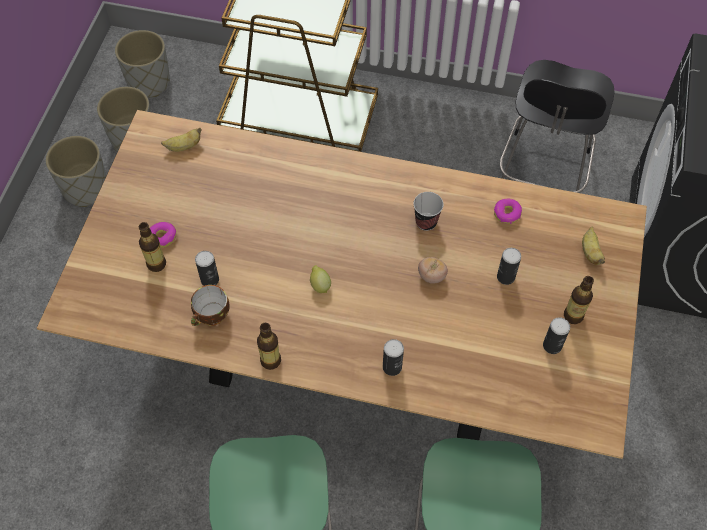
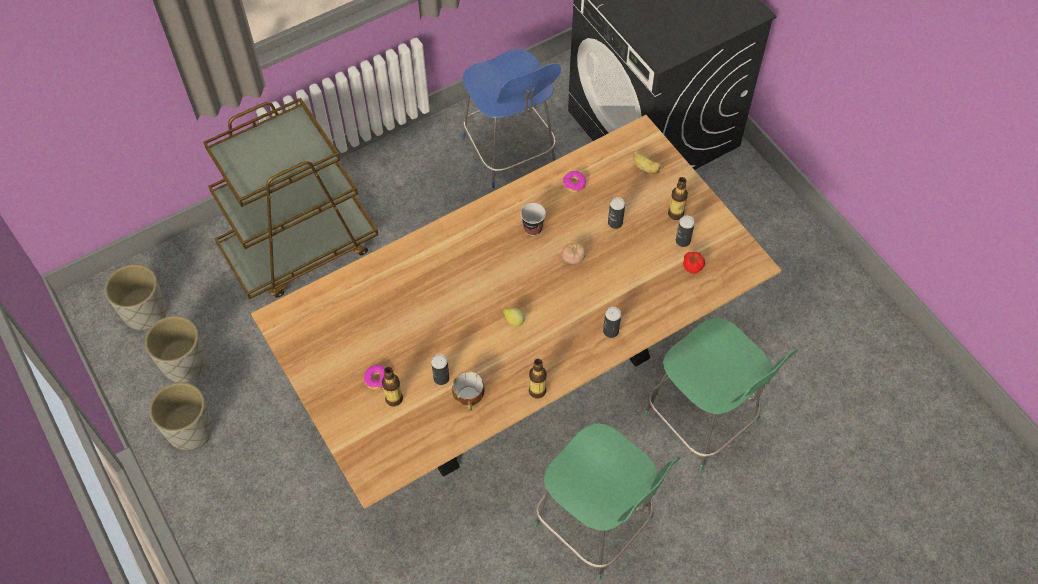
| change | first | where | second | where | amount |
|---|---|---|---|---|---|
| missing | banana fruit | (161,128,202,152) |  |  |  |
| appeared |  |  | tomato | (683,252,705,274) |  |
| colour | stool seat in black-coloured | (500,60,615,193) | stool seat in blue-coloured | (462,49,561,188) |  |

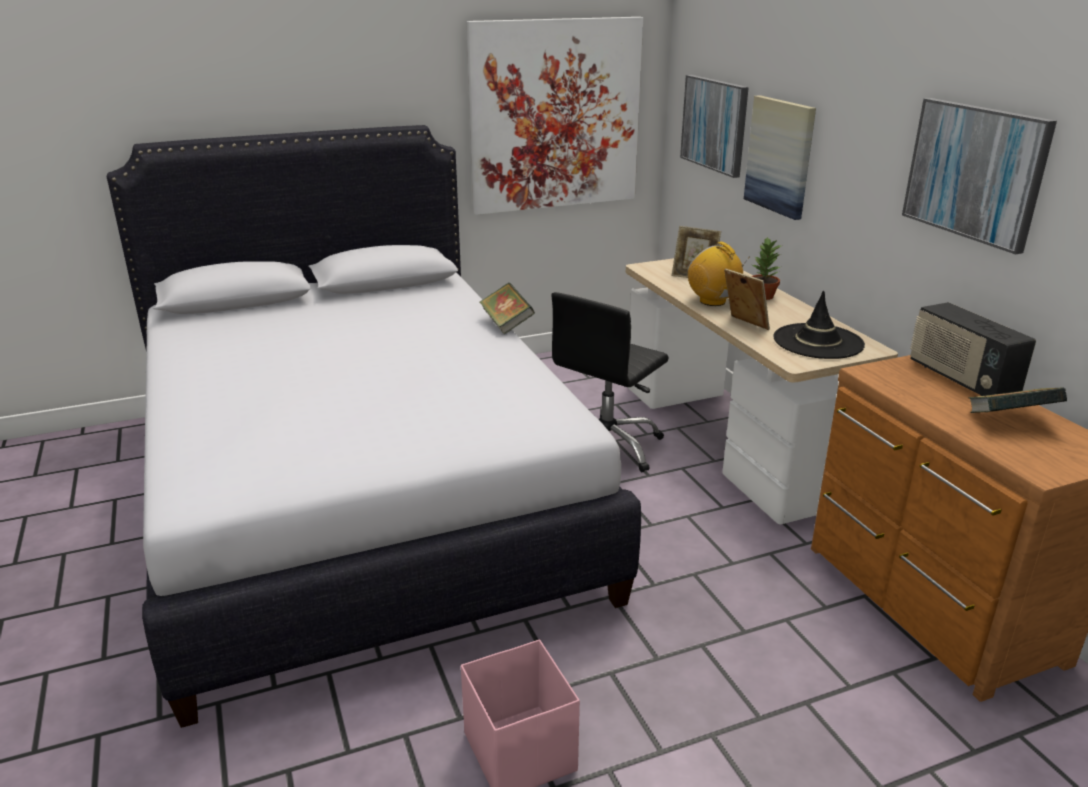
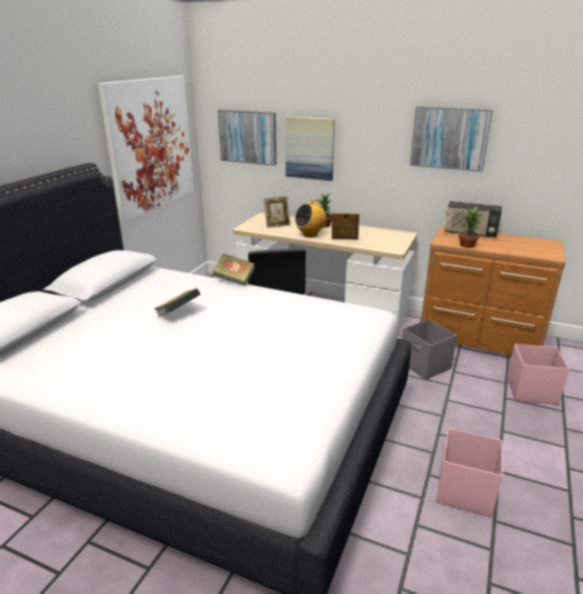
| change | first | where | second | where | amount |
|---|---|---|---|---|---|
| missing | hat in black-coloured | (773,290,865,359) |  |  |  |
| appeared |  |  | storage box in grey | (402,319,457,379) |  |
| appeared |  |  | potted plant | (459,207,481,248) |  |
| appeared |  |  | storage box in pink | (507,344,569,405) |  |
| relocated | bound book | (968,388,1067,413) |  | (154,289,200,316) |  |
| spun | radio set | (687,241,750,306) |  | (295,199,326,237) | 45 degrees counterclockwise |

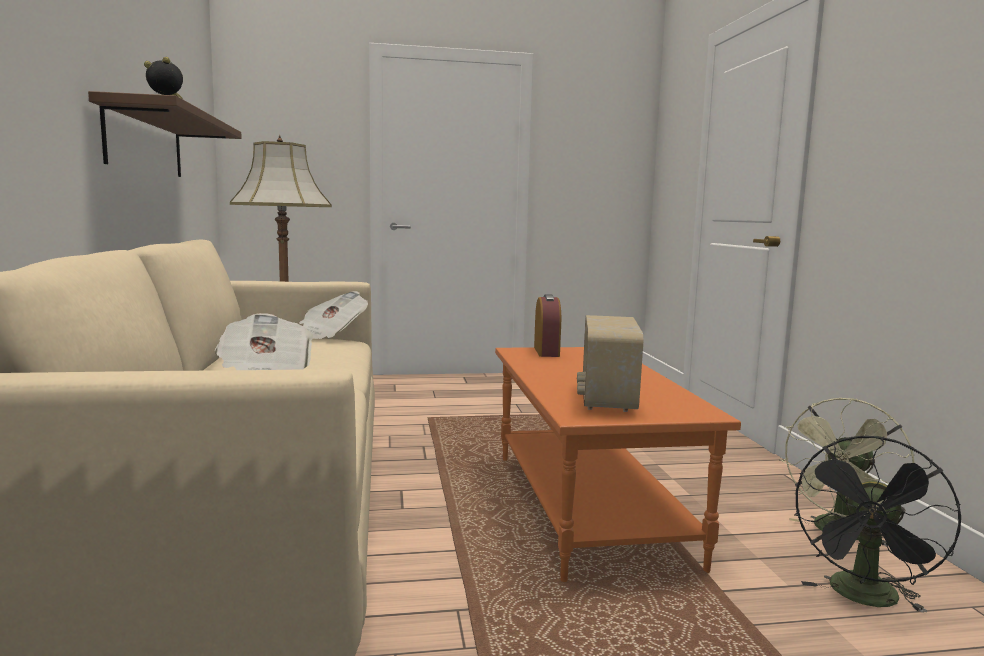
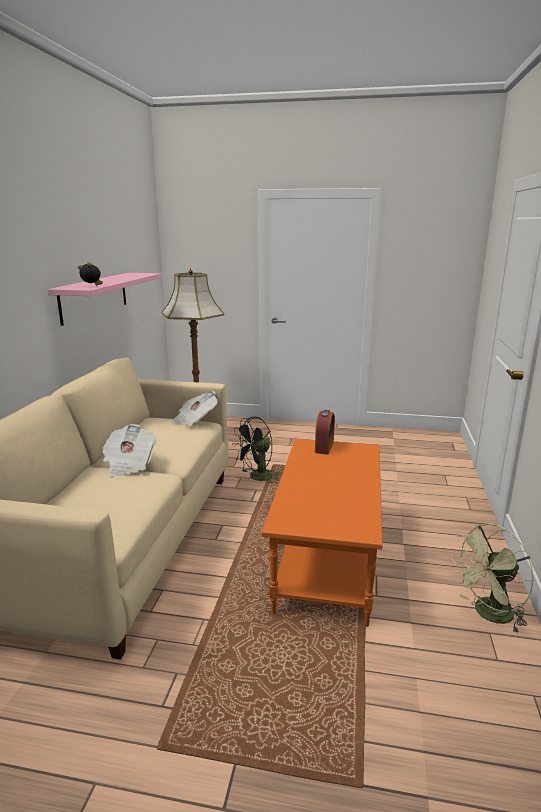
| change | first | where | second | where | amount |
|---|---|---|---|---|---|
| missing | radio set | (577,315,643,412) |  |  |  |
| relocated | electric fan in black-coloured | (794,436,961,613) |  | (232,417,281,483) |  |
| colour | bracket shelf in brown | (88,91,242,177) | bracket shelf in pink | (47,273,161,326) |  |

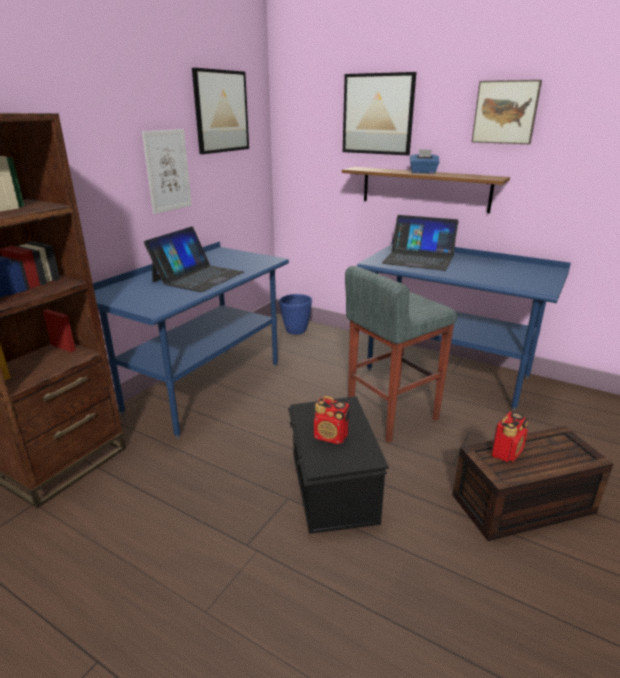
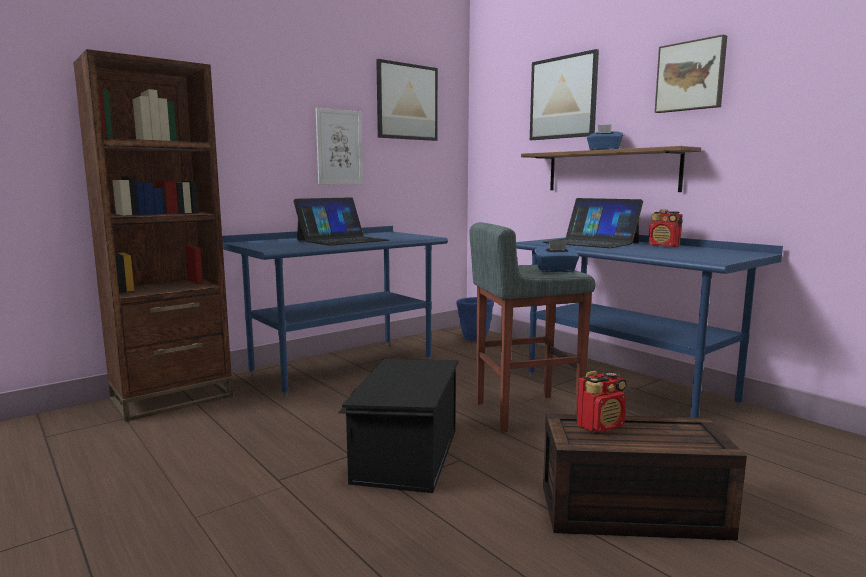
| change | first | where | second | where | amount |
|---|---|---|---|---|---|
| appeared |  |  | box of tissues in blue-coloured | (535,240,579,272) |  |
| relocated | radio set | (314,396,350,444) |  | (649,209,683,247) |  |

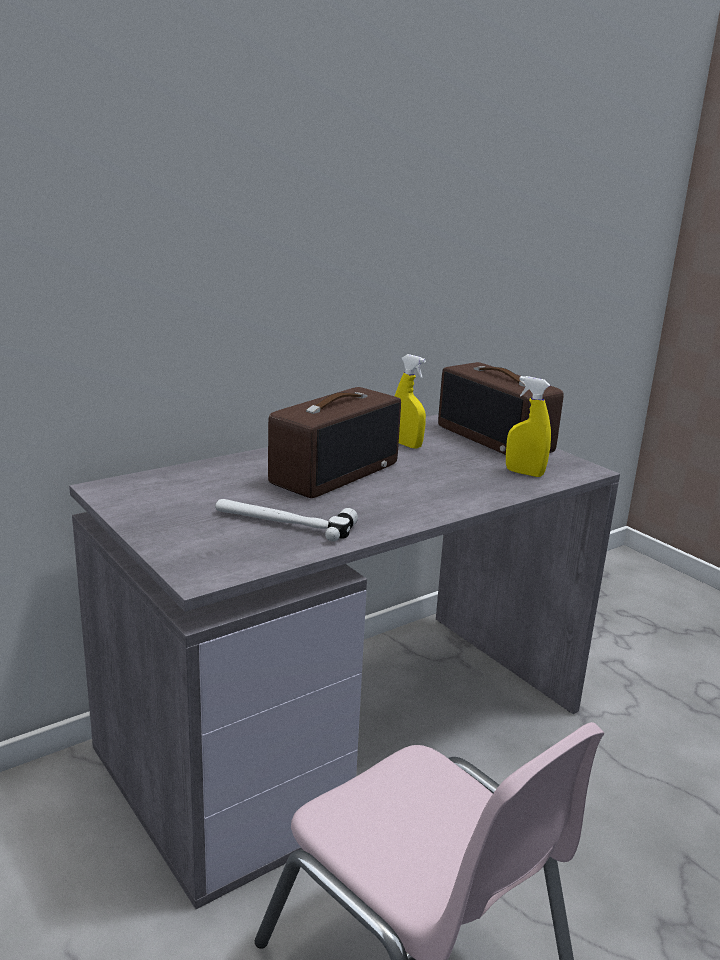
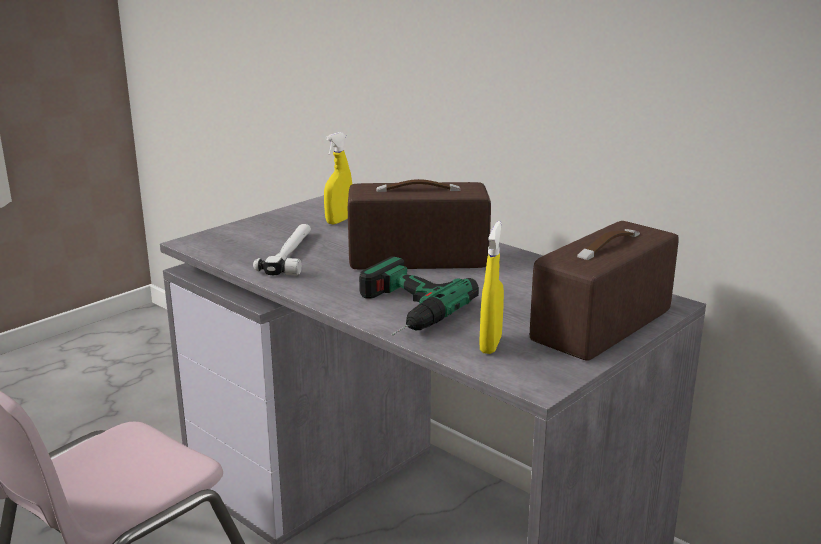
| change | first | where | second | where | amount |
|---|---|---|---|---|---|
| appeared |  |  | drill | (359,256,479,335) |  |
| relocated | sprayer in yellowish | (395,354,426,449) |  | (324,132,352,224) |  |
| spun | radio set | (268,387,401,498) |  | (348,179,491,270) | 150 degrees clockwise |

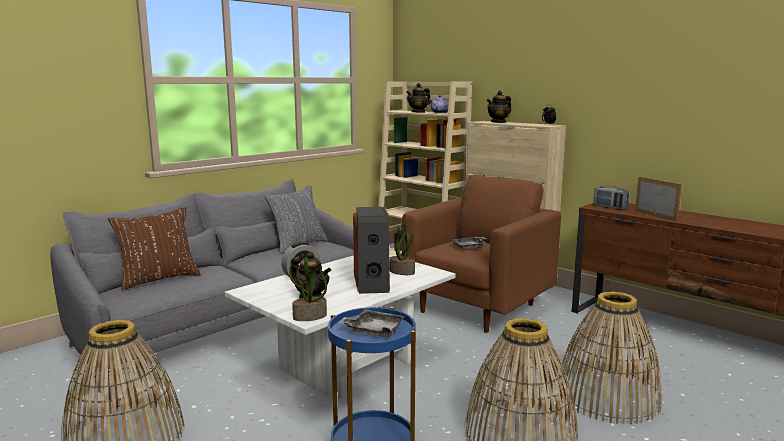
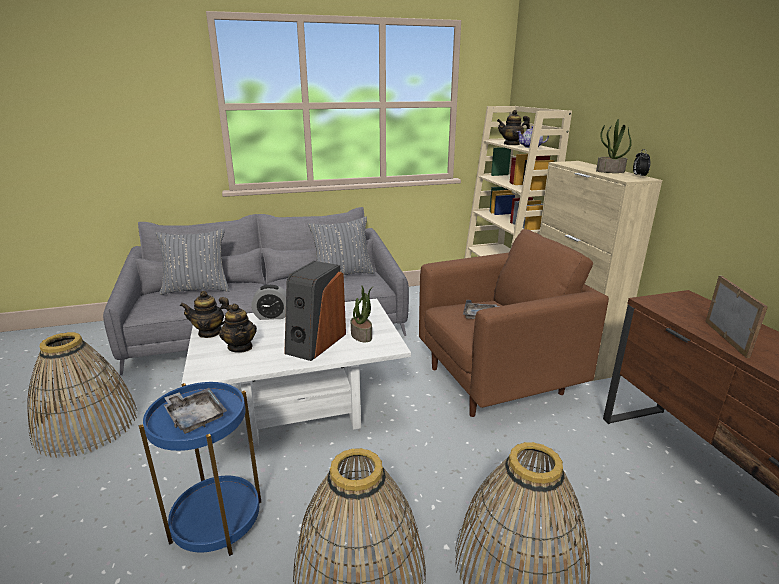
| change | first | where | second | where | amount |
|---|---|---|---|---|---|
| missing | radio set | (593,186,629,210) |  |  |  |
| relocated | potted plant | (289,257,327,321) |  | (596,119,632,173) |  |
| relocated | tea pot | (487,90,511,123) |  | (180,291,229,338) |  |
| colour | throw pillow in brown | (108,207,201,291) | throw pillow in grey | (155,229,229,295) |  |

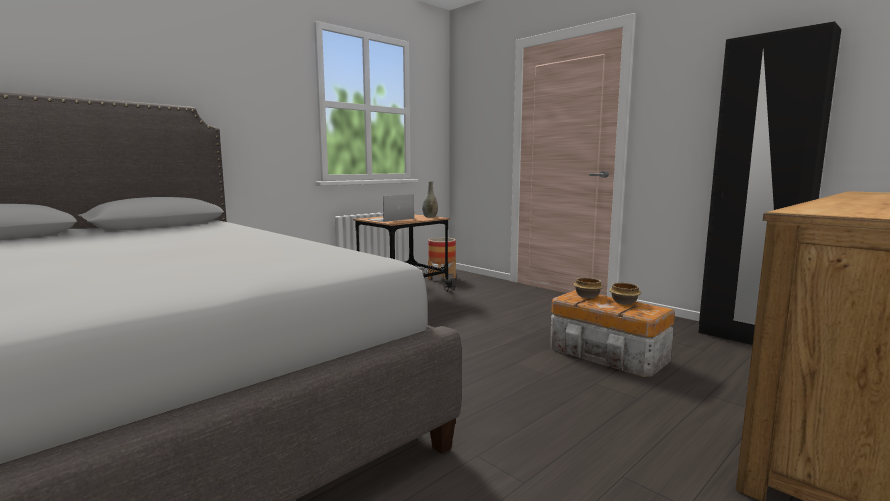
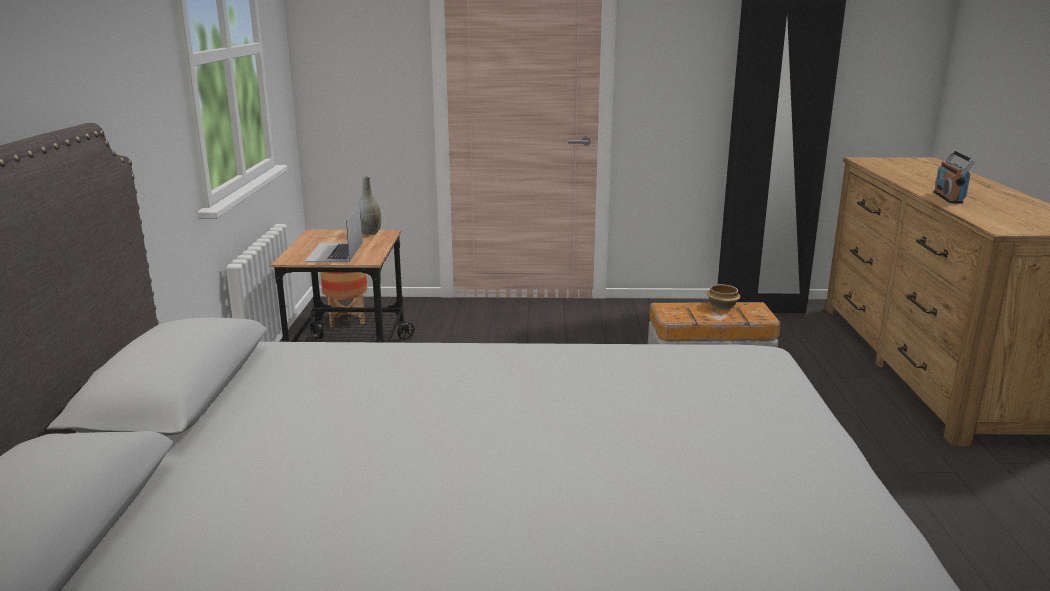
| change | first | where | second | where | amount |
|---|---|---|---|---|---|
| missing | serving bowl | (573,278,603,298) |  |  |  |
| appeared |  |  | radio set | (934,150,975,204) |  |

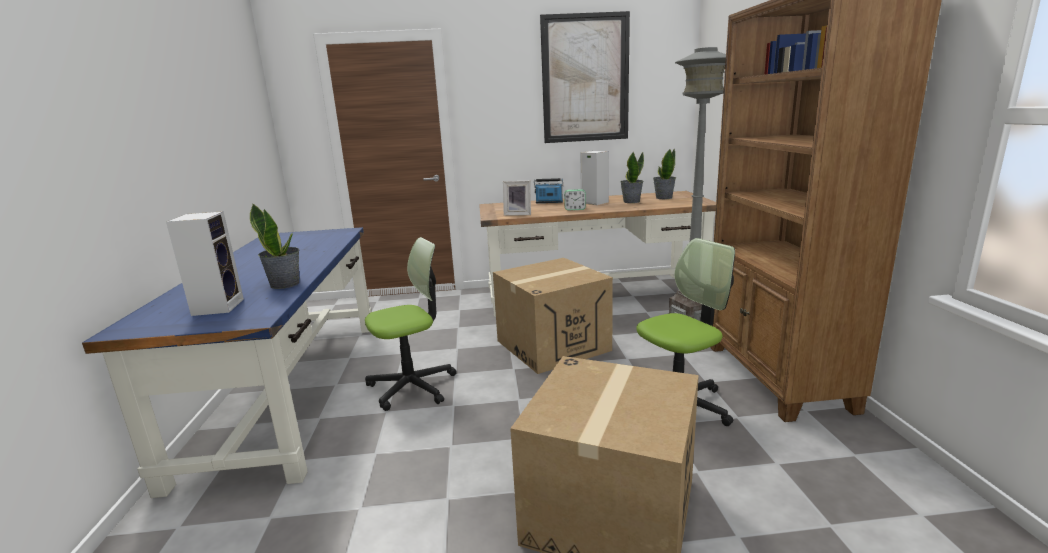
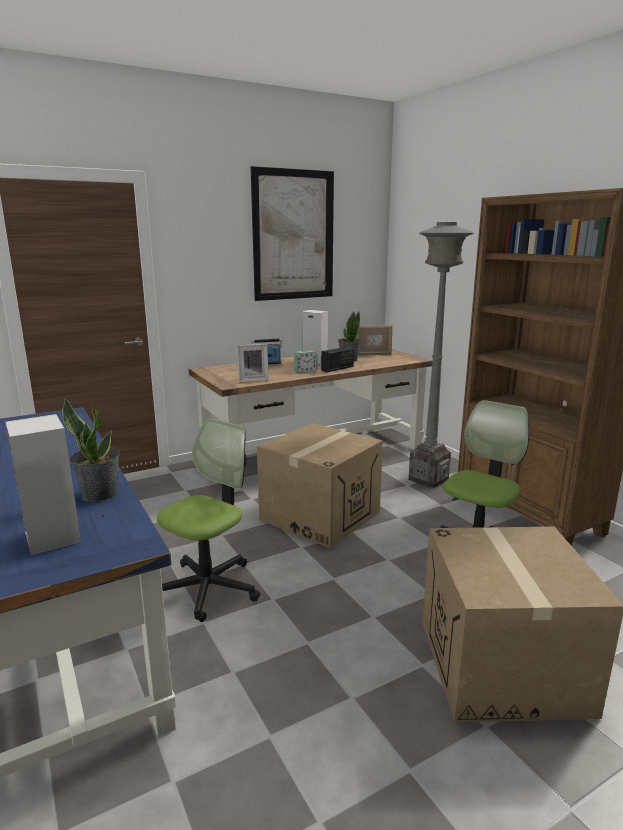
| change | first | where | second | where | amount |
|---|---|---|---|---|---|
| appeared |  |  | radio set | (321,346,354,372) |  |
| exchanged | potted plant | (653,149,676,199) | photo frame | (356,325,393,355) |  |

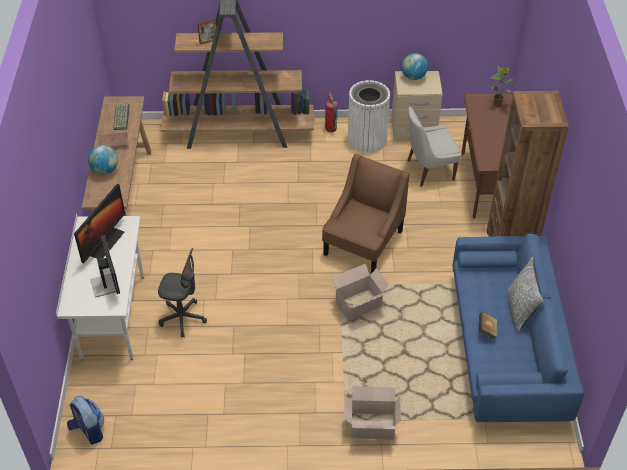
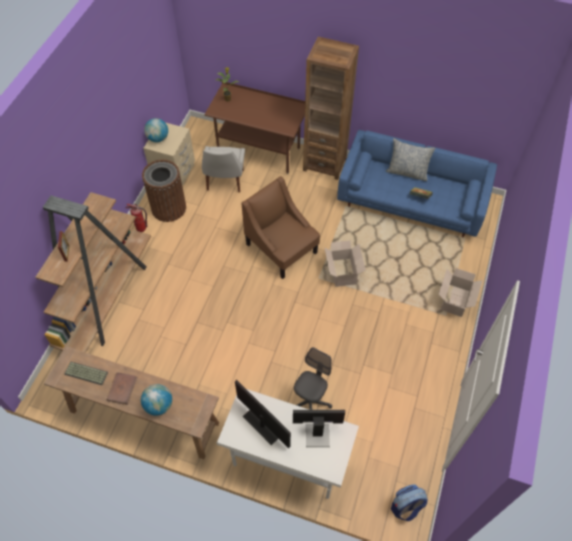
| change | first | where | second | where | amount |
|---|---|---|---|---|---|
| colour | waste bin in white-coloured | (348,80,390,153) | waste bin in brown | (142,159,186,222) |  |

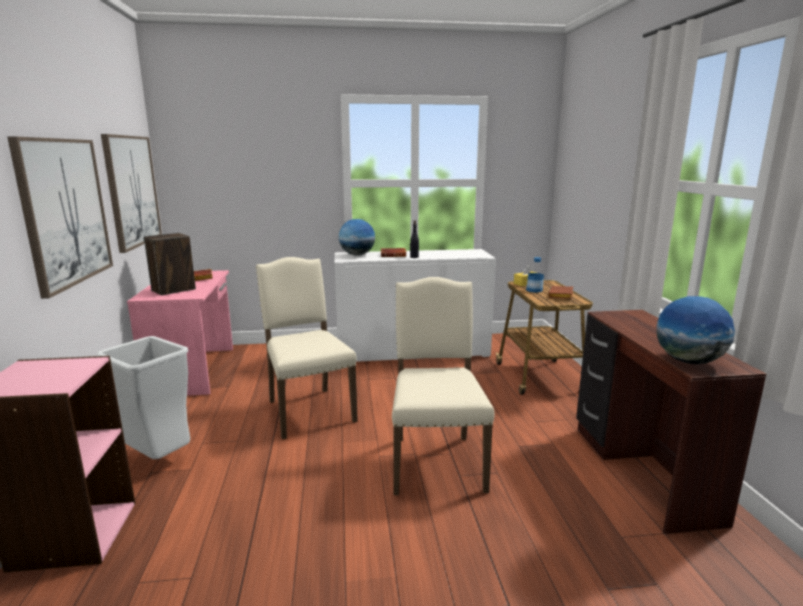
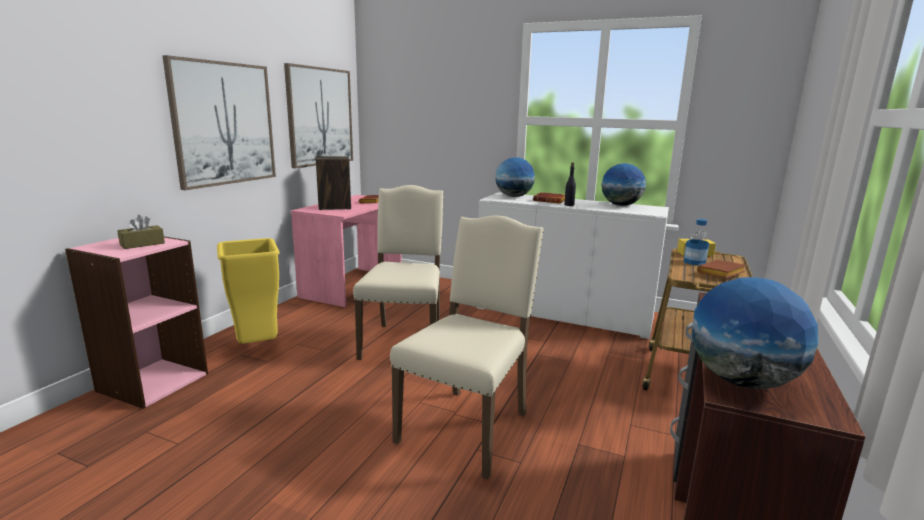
| change | first | where | second | where | amount |
|---|---|---|---|---|---|
| appeared |  |  | box of tissues in brown | (117,215,165,249) |  |
| appeared |  |  | globe | (601,163,646,206) |  |
| colour | waste bin in grey | (97,336,190,459) | waste bin in yellowish | (217,238,280,344) |  |

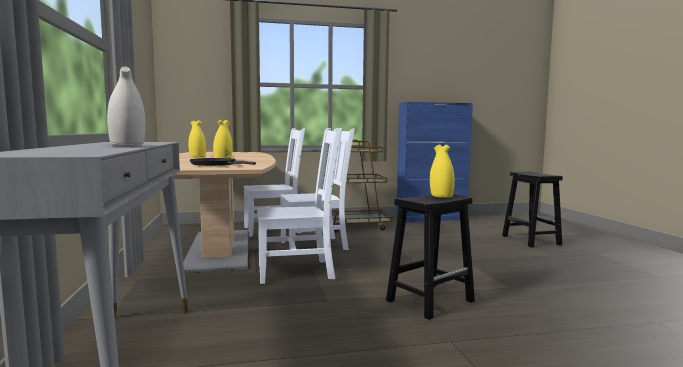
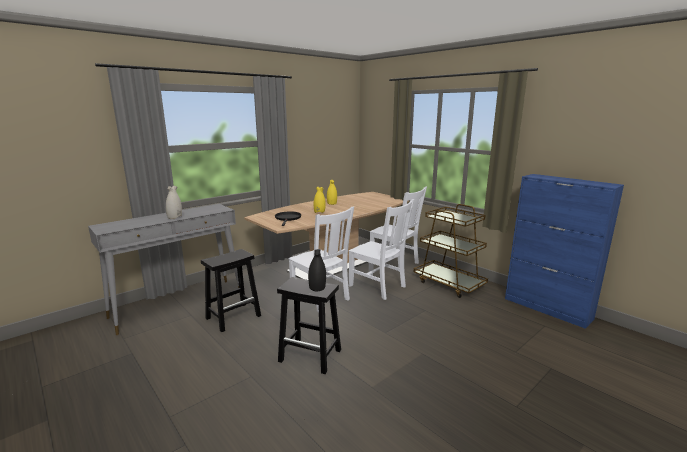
| change | first | where | second | where | amount |
|---|---|---|---|---|---|
| relocated | stool seat in black-coloured | (502,172,563,247) |  | (201,249,261,332) |  |
| colour | vase in yellowish | (430,144,455,198) | vase in black-coloured | (308,249,326,291) |  |

